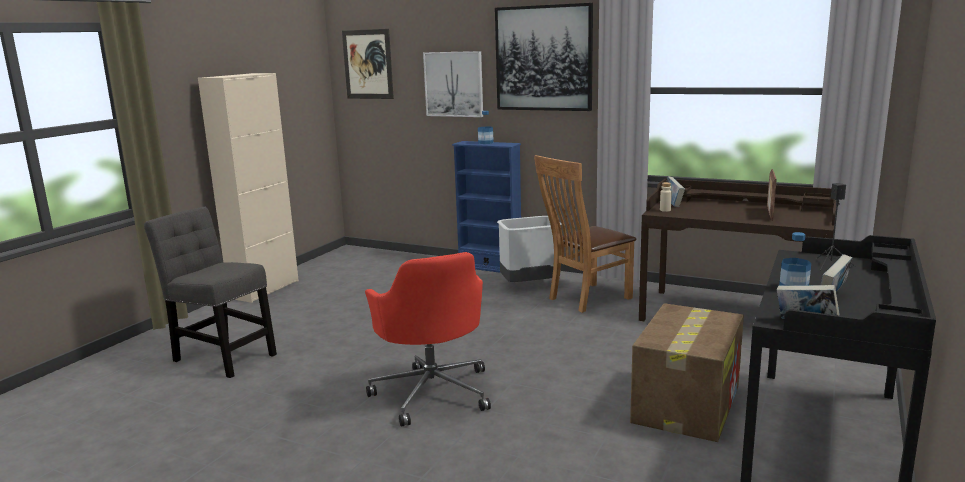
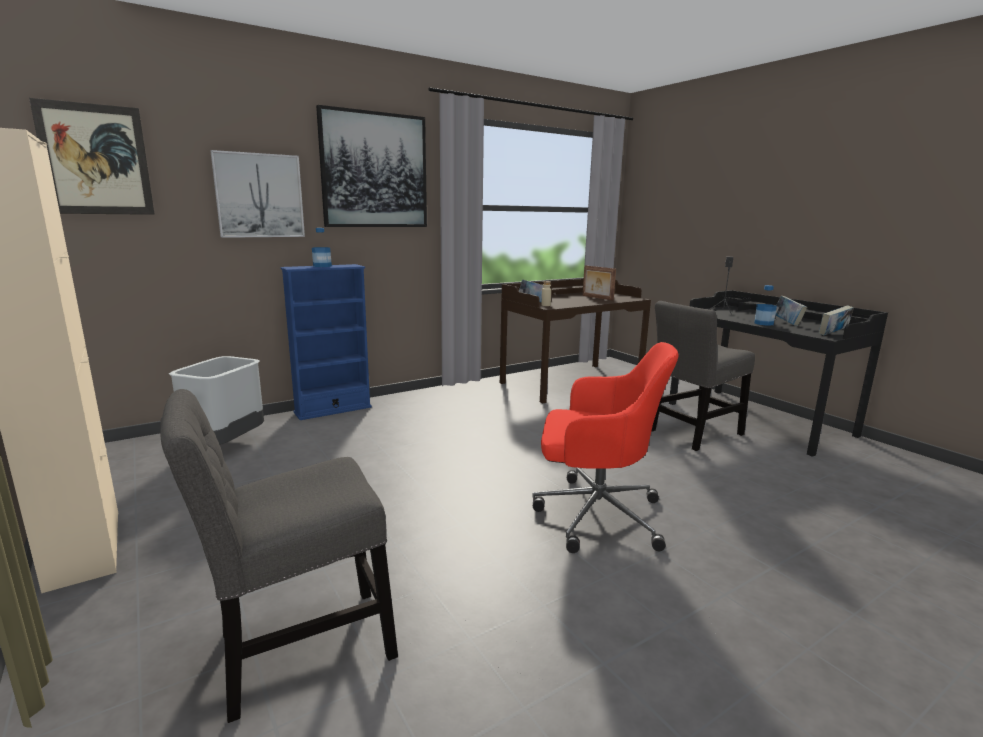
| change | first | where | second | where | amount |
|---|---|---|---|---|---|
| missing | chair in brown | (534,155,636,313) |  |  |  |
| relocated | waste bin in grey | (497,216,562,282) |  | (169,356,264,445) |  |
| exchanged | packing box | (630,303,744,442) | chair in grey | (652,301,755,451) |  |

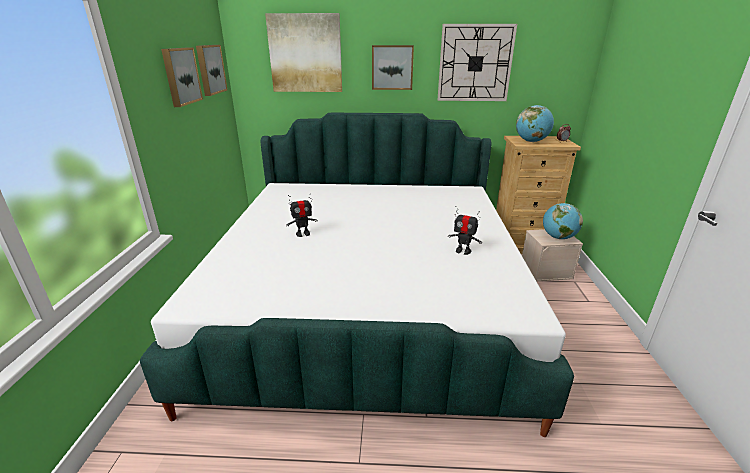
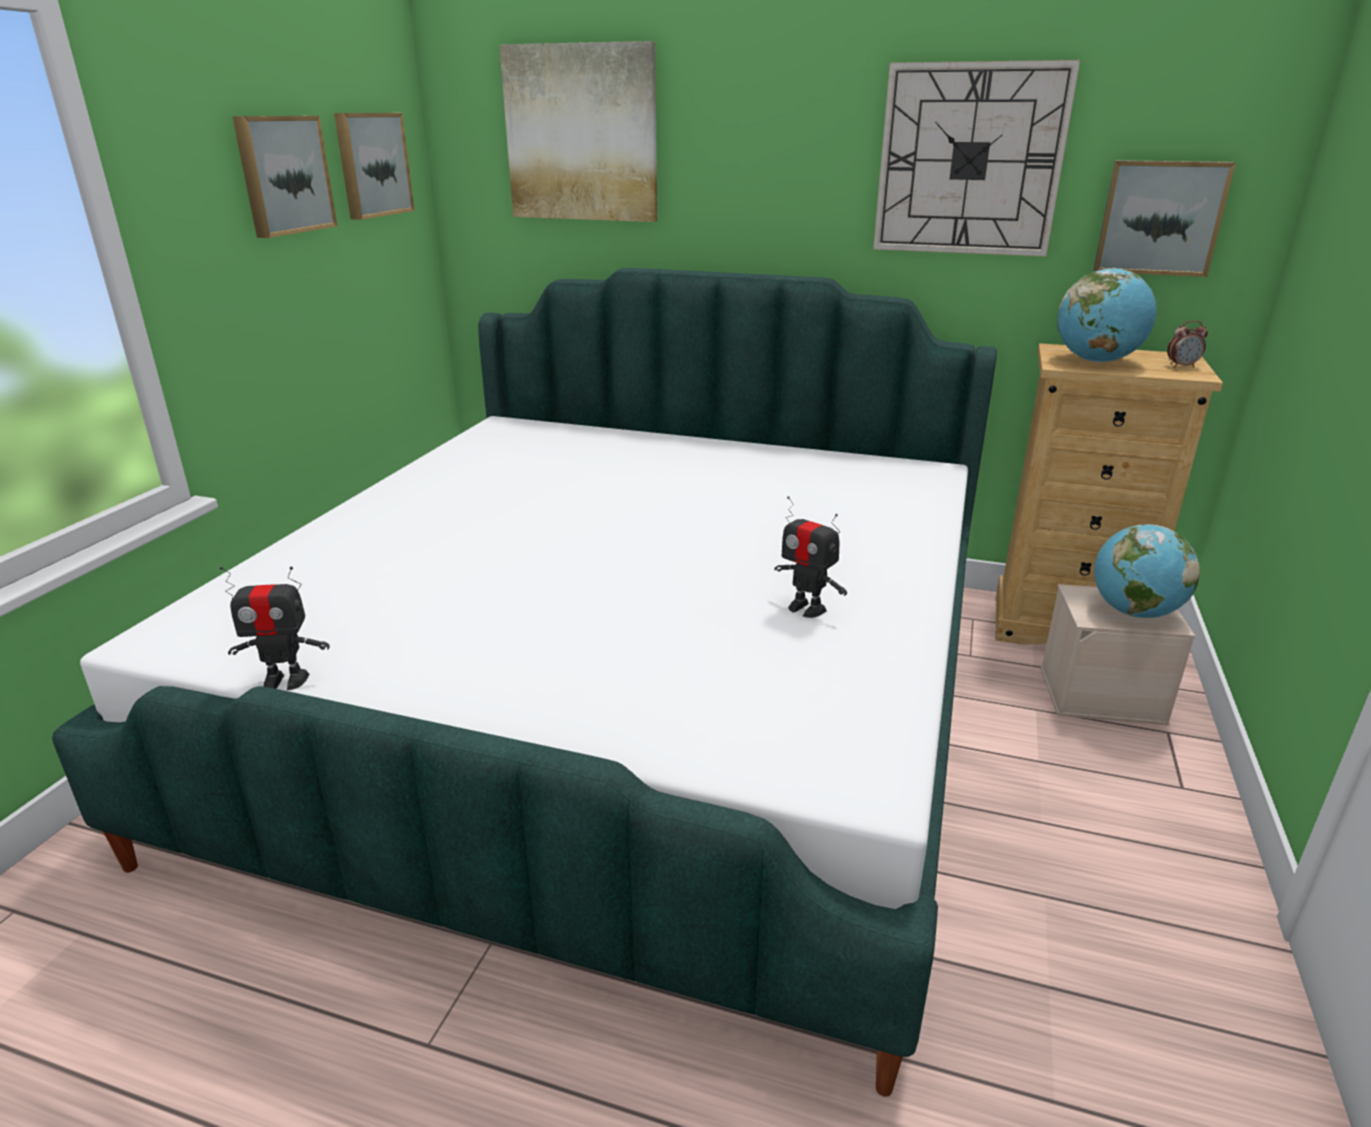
| change | first | where | second | where | amount |
|---|---|---|---|---|---|
| relocated | toy robot | (286,193,318,237) |  | (220,567,329,690) |  |
| relocated | wall art | (372,45,414,90) |  | (1093,160,1236,277) |  |

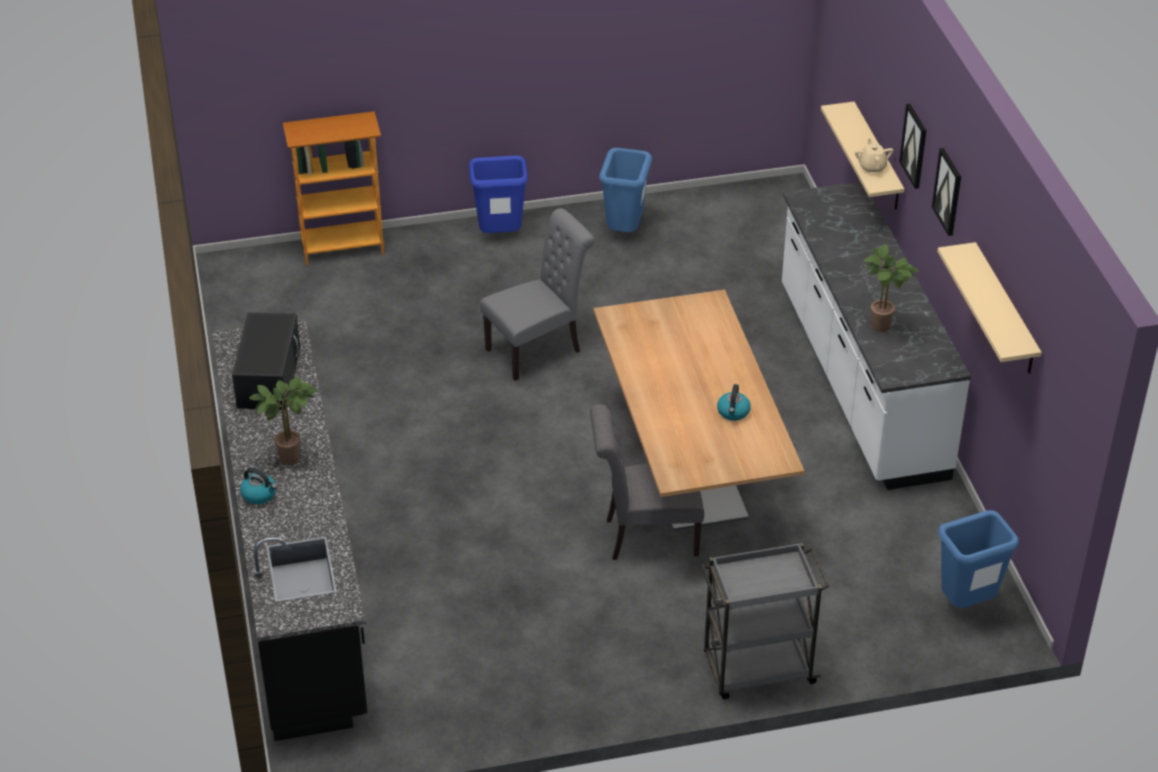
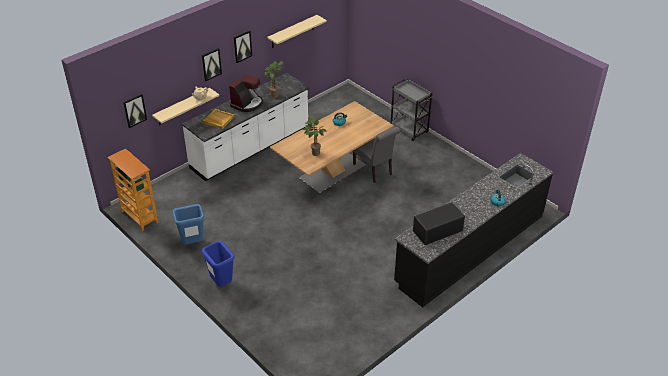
| change | first | where | second | where | amount |
|---|---|---|---|---|---|
| missing | chair in grey | (480,208,595,381) |  |  |  |
| missing | waste bin in blue-coloured | (938,510,1019,608) |  |  |  |
| appeared |  |  | wall art | (123,94,147,128) |  |
| appeared |  |  | serving tray in beige-coloured | (203,109,234,129) |  |
| appeared |  |  | coffee maker | (229,75,263,112) |  |
| relocated | potted plant | (249,377,318,465) |  | (302,115,326,156) |  |
| relocated | bookcase | (283,111,384,265) |  | (107,148,159,232) |  |

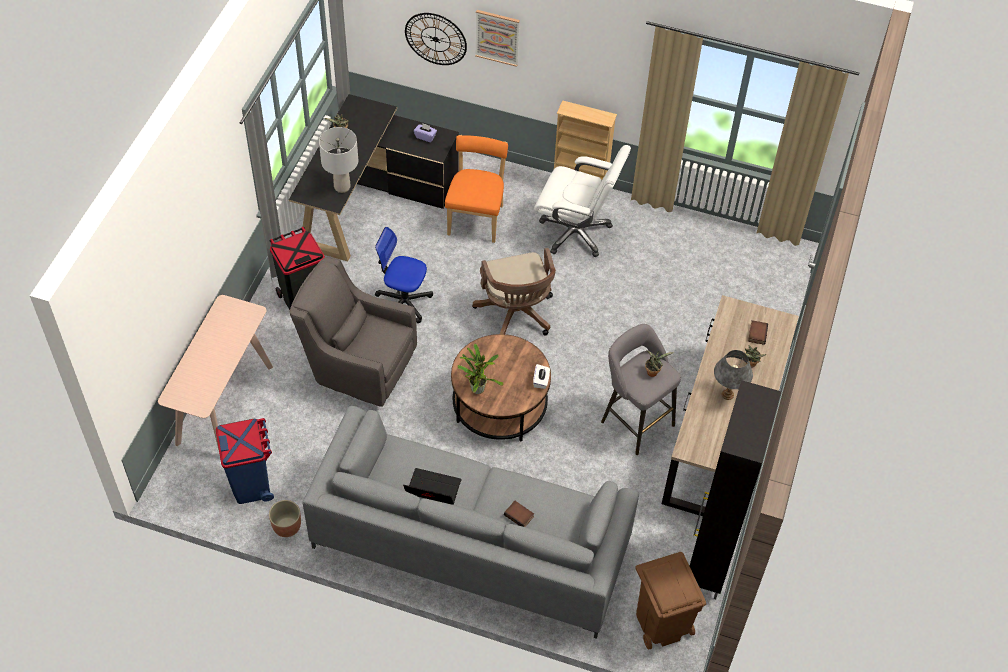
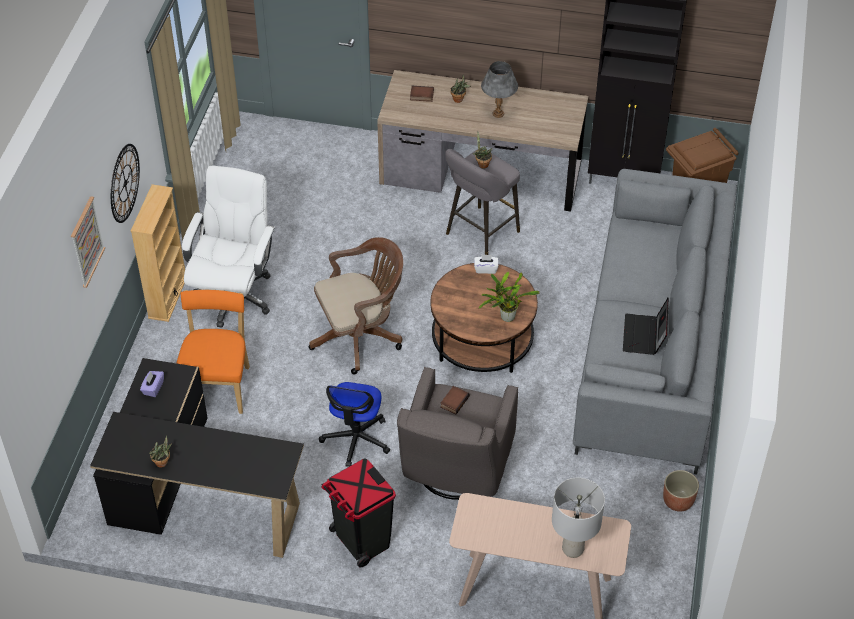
| change | first | where | second | where | amount |
|---|---|---|---|---|---|
| missing | waste bin in blue-coloured | (216,418,274,504) |  |  |  |
| relocated | table lamp in grey | (319,127,358,193) |  | (552,478,605,558) |  |
| relocated | hanging clock | (405,13,467,65) |  | (111,144,140,223) |  |
| relocated | bound book | (504,501,534,527) |  | (440,386,470,414) |  |
| spun | chair in orangey | (445,135,508,243) |  | (177,290,250,414) | 90 degrees clockwise |

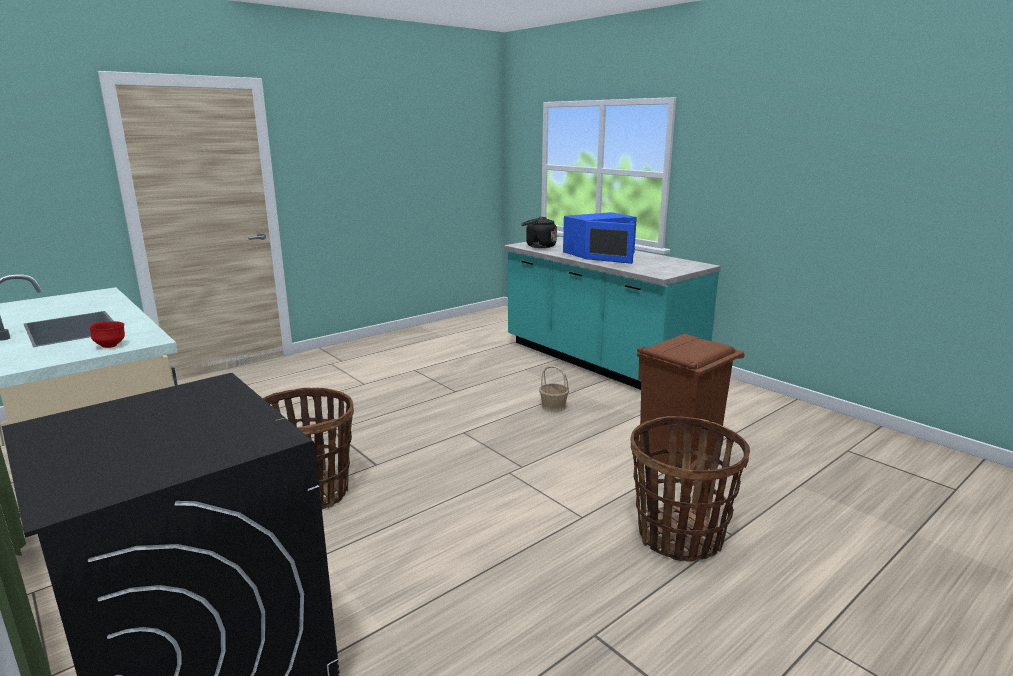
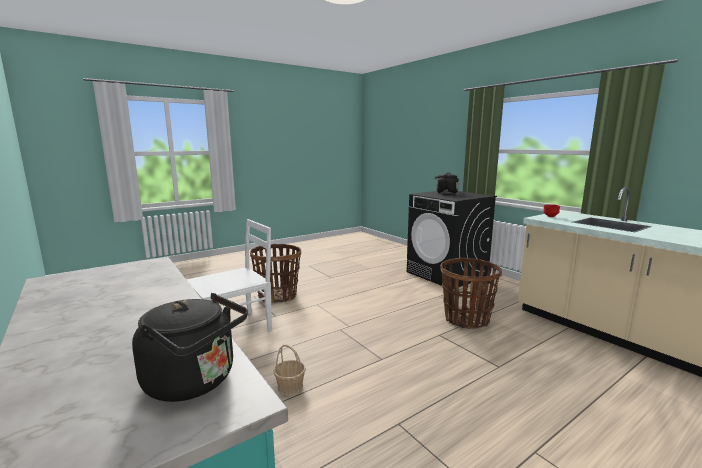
| change | first | where | second | where | amount |
|---|---|---|---|---|---|
| missing | microwave in blue-coloured | (563,212,637,264) |  |  |  |
| appeared |  |  | water kettle in black-coloured | (435,173,459,194) |  |
| exchanged | waste bin in brown | (632,334,745,481) | chair in white-coloured | (186,219,272,332) |  |

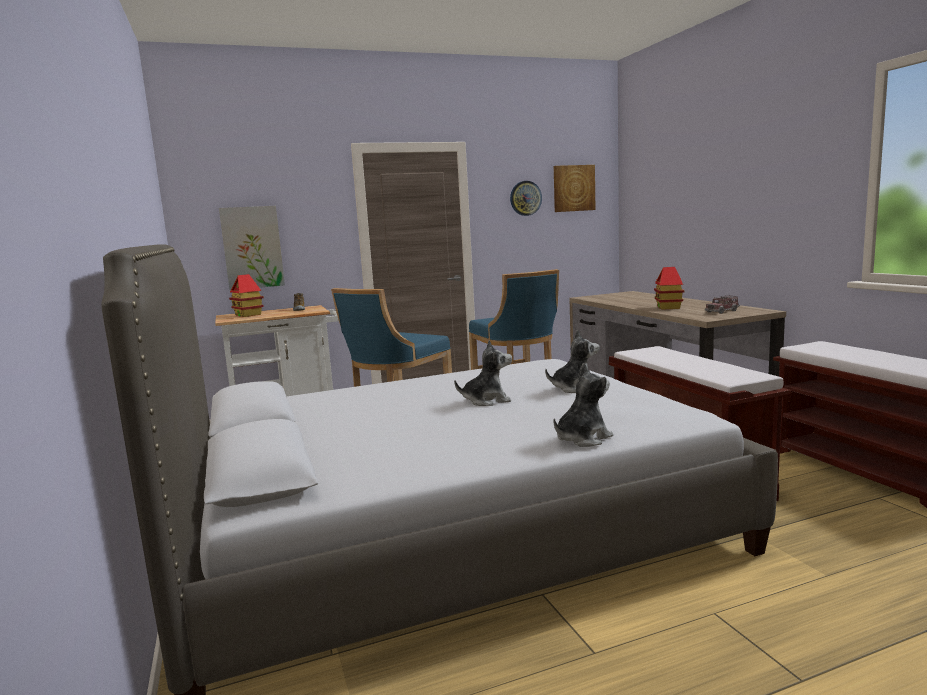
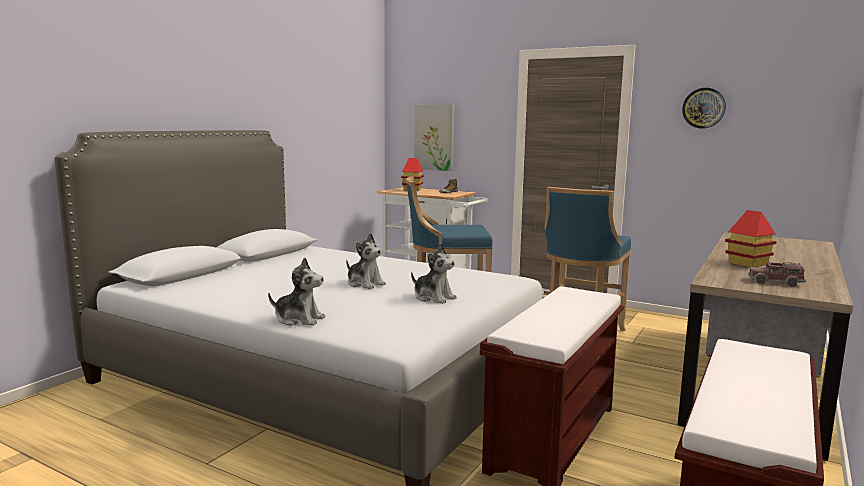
| change | first | where | second | where | amount |
|---|---|---|---|---|---|
| missing | wall art | (554,165,595,212) |  |  |  |

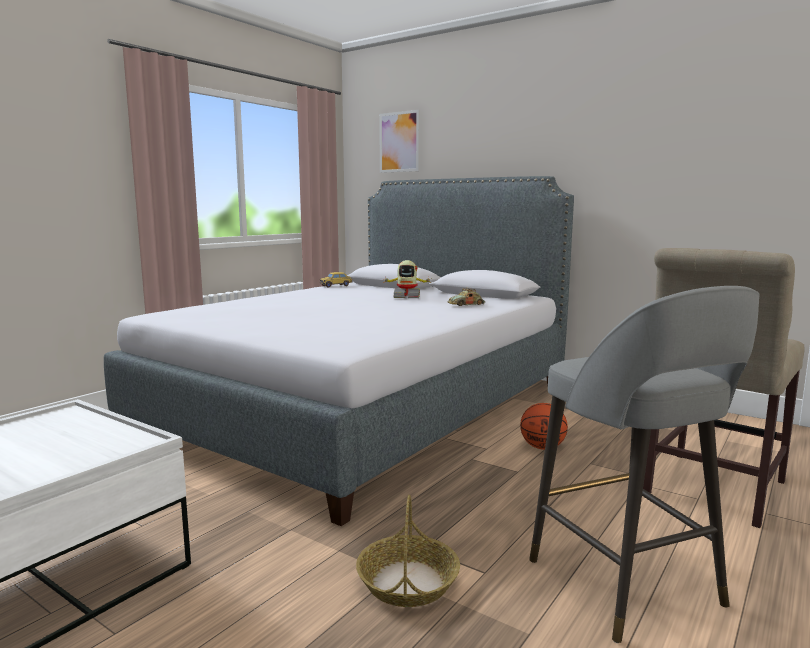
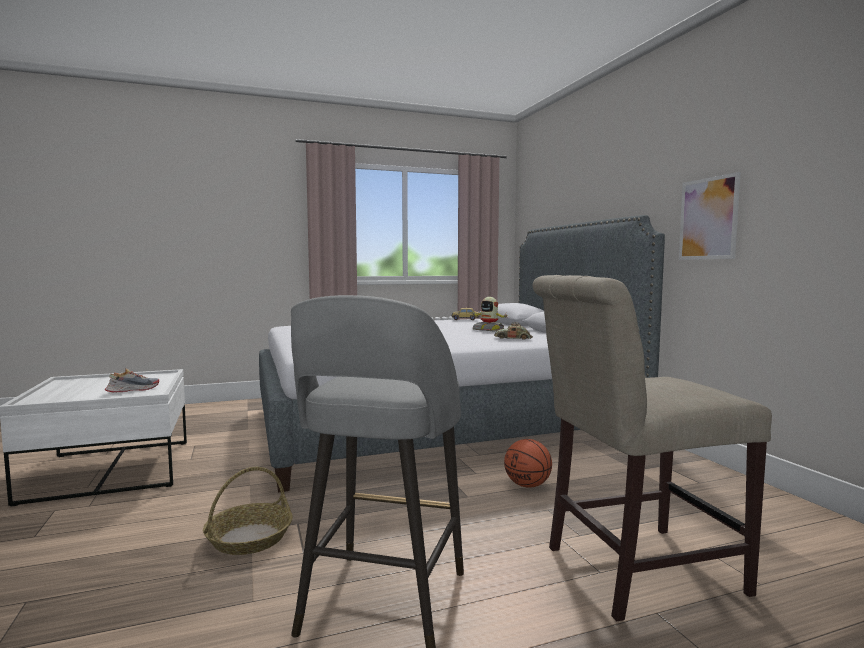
| change | first | where | second | where | amount |
|---|---|---|---|---|---|
| appeared |  |  | low shoe | (105,368,159,392) |  |
| relocated | wall art | (379,110,420,173) |  | (679,172,741,260) |  |

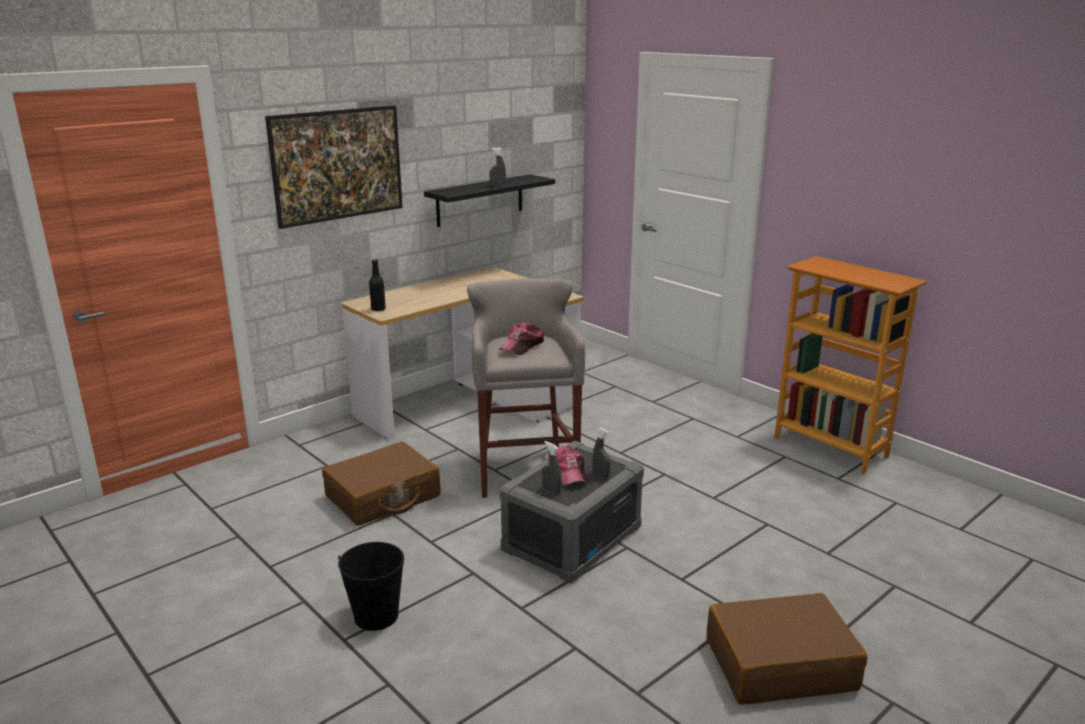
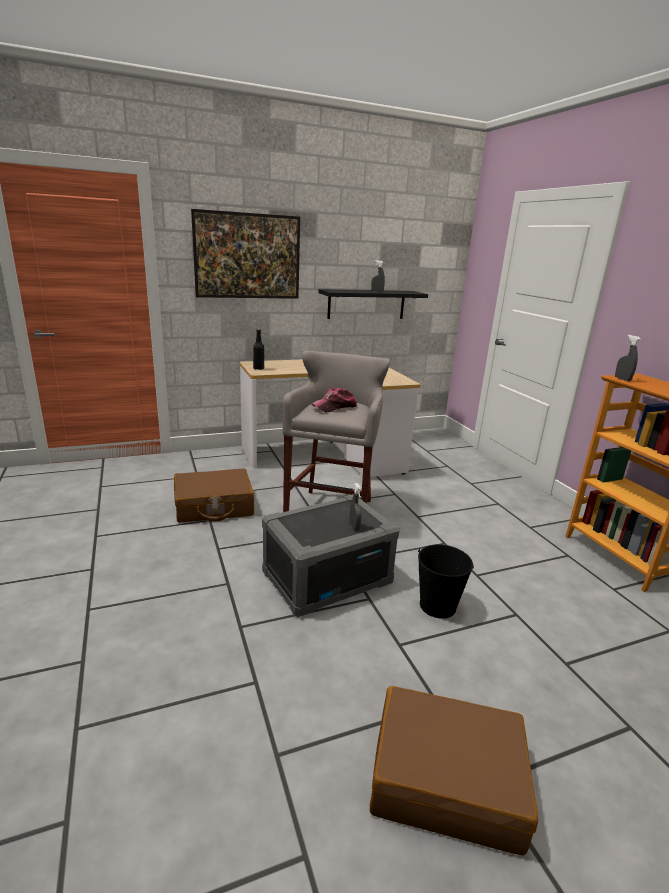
| change | first | where | second | where | amount |
|---|---|---|---|---|---|
| missing | baseball cap | (548,445,588,485) |  |  |  |
| relocated | water bucket in black-coloured | (338,542,404,631) |  | (418,544,474,619) |  |
| relocated | sprayer in grey | (542,441,561,495) |  | (615,335,640,381) |  |

